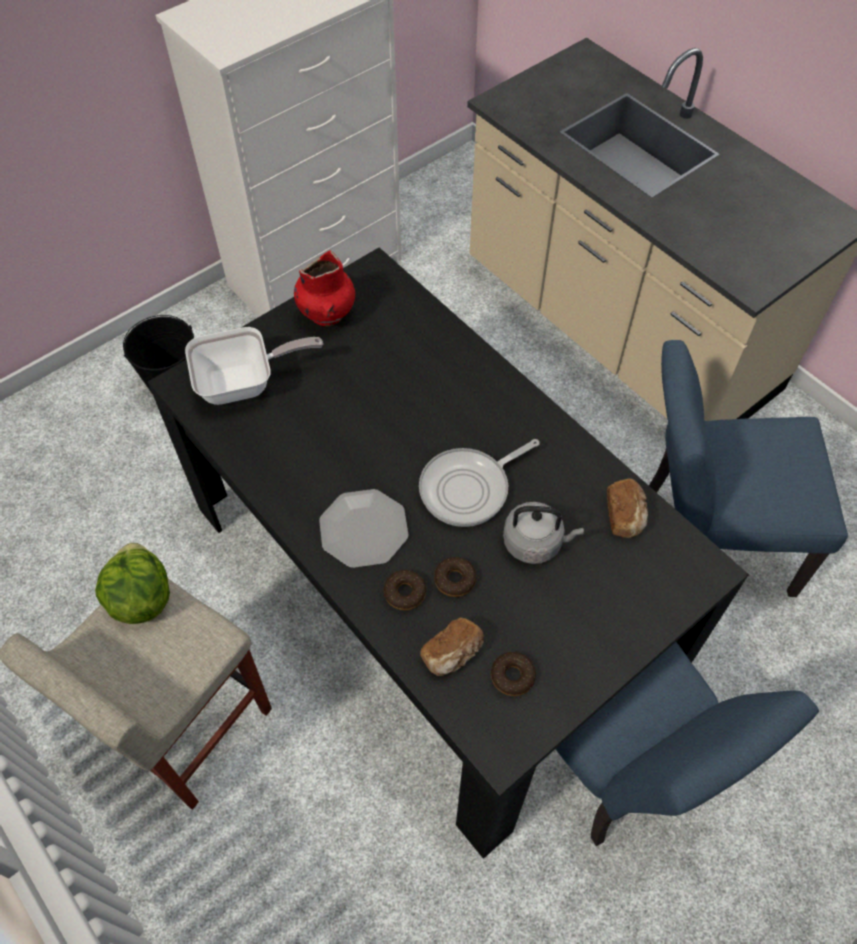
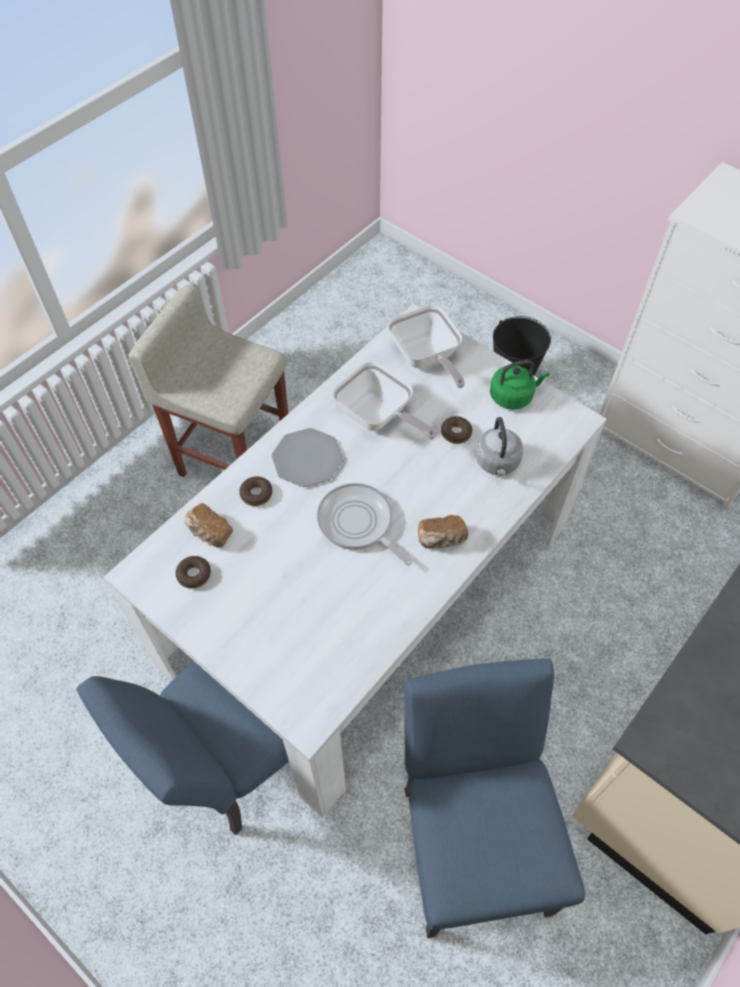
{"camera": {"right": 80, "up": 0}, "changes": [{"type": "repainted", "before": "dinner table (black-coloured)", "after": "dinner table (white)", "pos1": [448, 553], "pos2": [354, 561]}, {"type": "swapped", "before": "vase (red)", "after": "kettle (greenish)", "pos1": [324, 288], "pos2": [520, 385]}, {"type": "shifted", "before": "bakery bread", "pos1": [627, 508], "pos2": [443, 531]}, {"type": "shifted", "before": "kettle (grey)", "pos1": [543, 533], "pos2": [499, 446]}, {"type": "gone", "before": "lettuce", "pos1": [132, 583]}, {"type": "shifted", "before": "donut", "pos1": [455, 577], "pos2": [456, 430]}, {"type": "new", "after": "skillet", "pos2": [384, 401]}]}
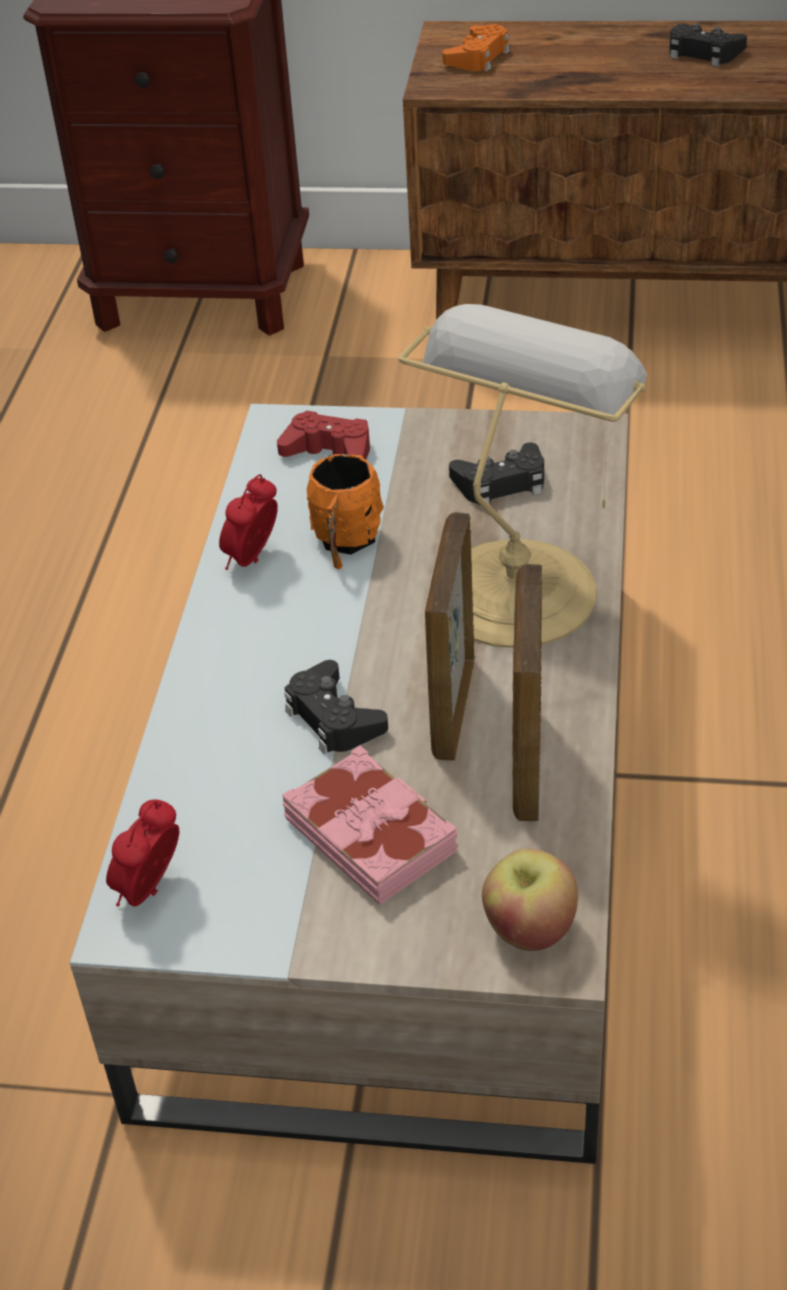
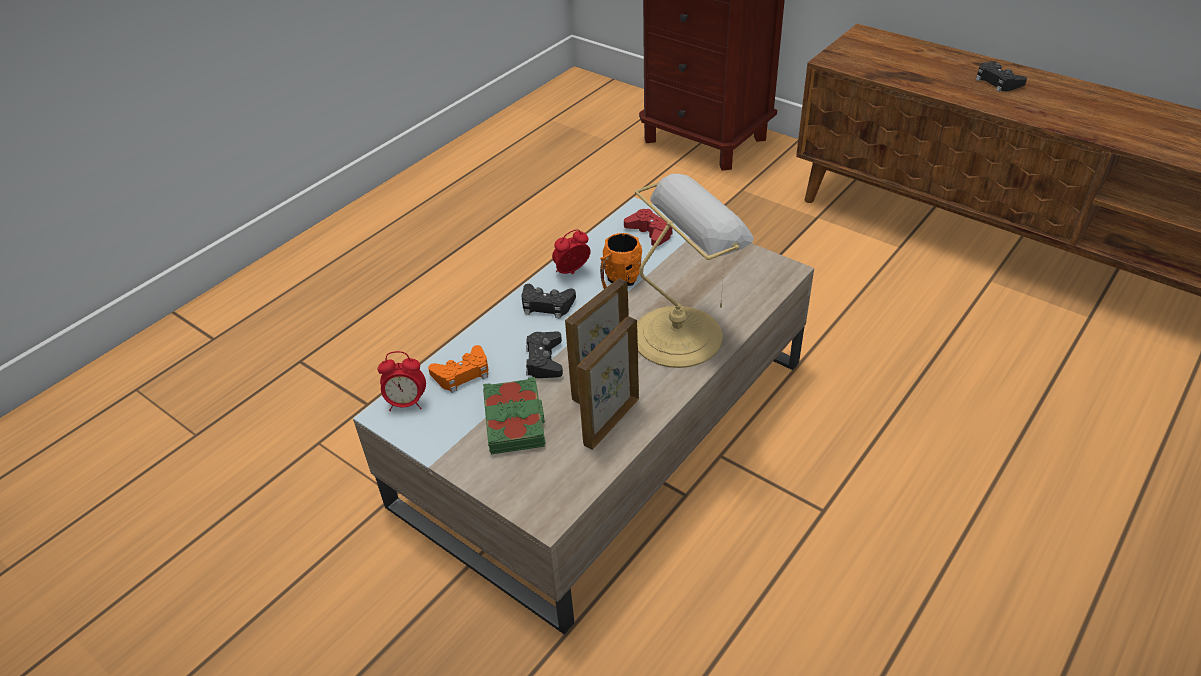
{"camera": {"right": 30, "up": 0}, "changes": [{"type": "shifted", "before": "game controller (orange)", "pos1": [476, 47], "pos2": [458, 369]}, {"type": "shifted", "before": "game controller (black-coloured)", "pos1": [496, 475], "pos2": [548, 301]}, {"type": "repainted", "before": "volume (pink)", "after": "volume (greenish)", "pos1": [370, 825], "pos2": [514, 415]}, {"type": "rotated", "before": "alarm clock", "pos1": [142, 853], "pos2": [402, 381], "turn": -150}, {"type": "gone", "before": "whole apple", "pos1": [530, 900]}]}
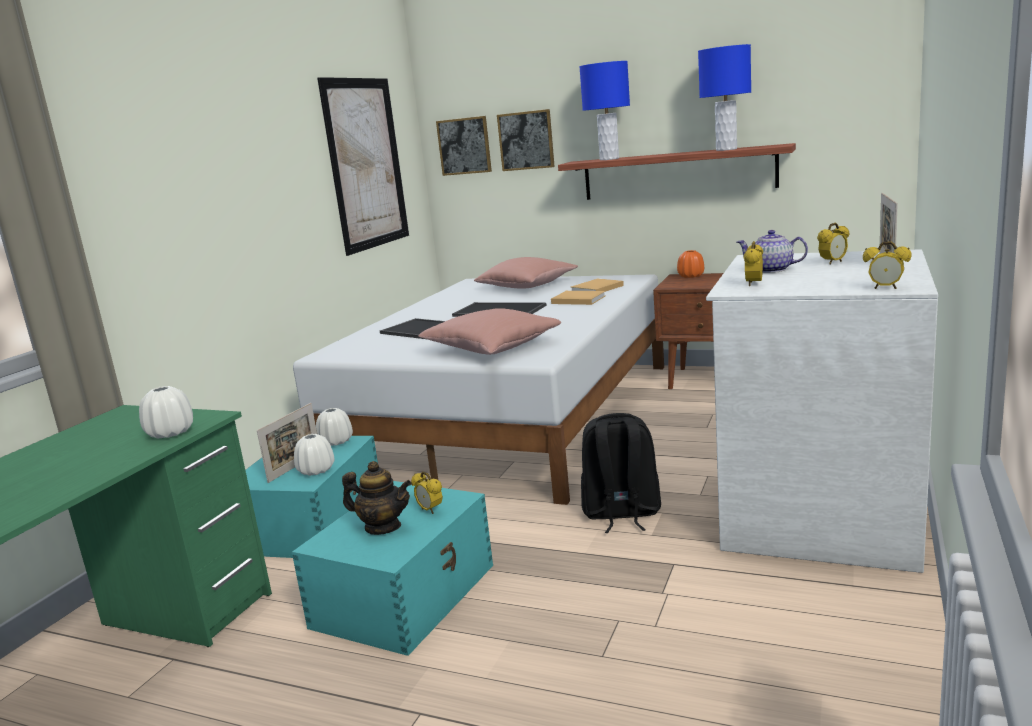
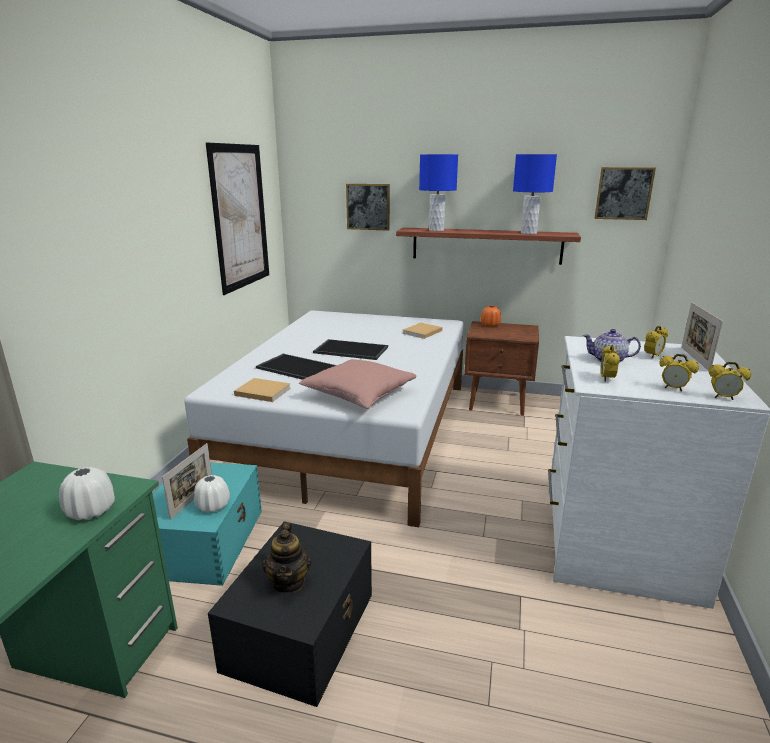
{"camera": {"right": -10, "up": 5}, "changes": [{"type": "shifted", "before": "picture", "pos1": [464, 146], "pos2": [625, 193]}, {"type": "gone", "before": "pillow (pink)", "pos1": [526, 273]}, {"type": "shifted", "before": "volume (beige)", "pos1": [578, 298], "pos2": [262, 390]}, {"type": "gone", "before": "vase (white)", "pos1": [334, 427]}, {"type": "gone", "before": "knapsack (black-coloured)", "pos1": [621, 473]}, {"type": "rotated", "before": "teapot", "pos1": [377, 498], "pos2": [287, 558], "turn": 75}, {"type": "shifted", "before": "alarm clock", "pos1": [427, 493], "pos2": [679, 373]}, {"type": "repainted", "before": "storage container (turquoise)", "after": "storage container (black-coloured)", "pos1": [392, 568], "pos2": [290, 614]}]}
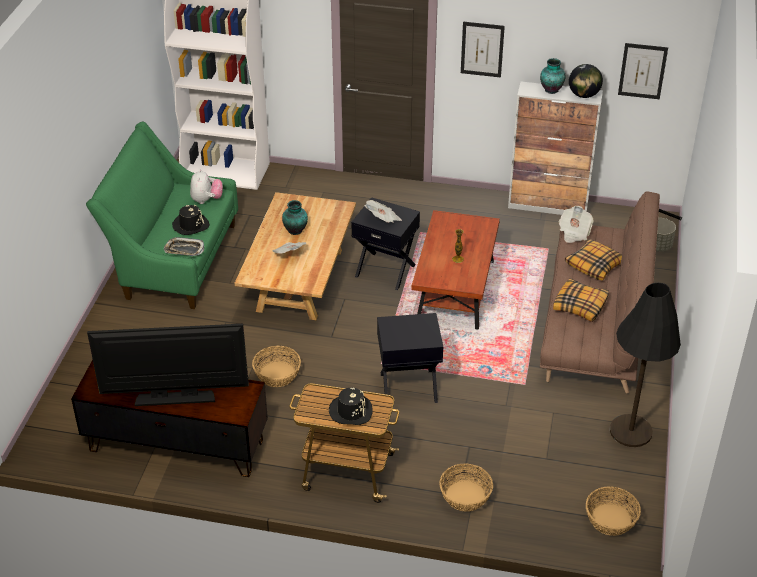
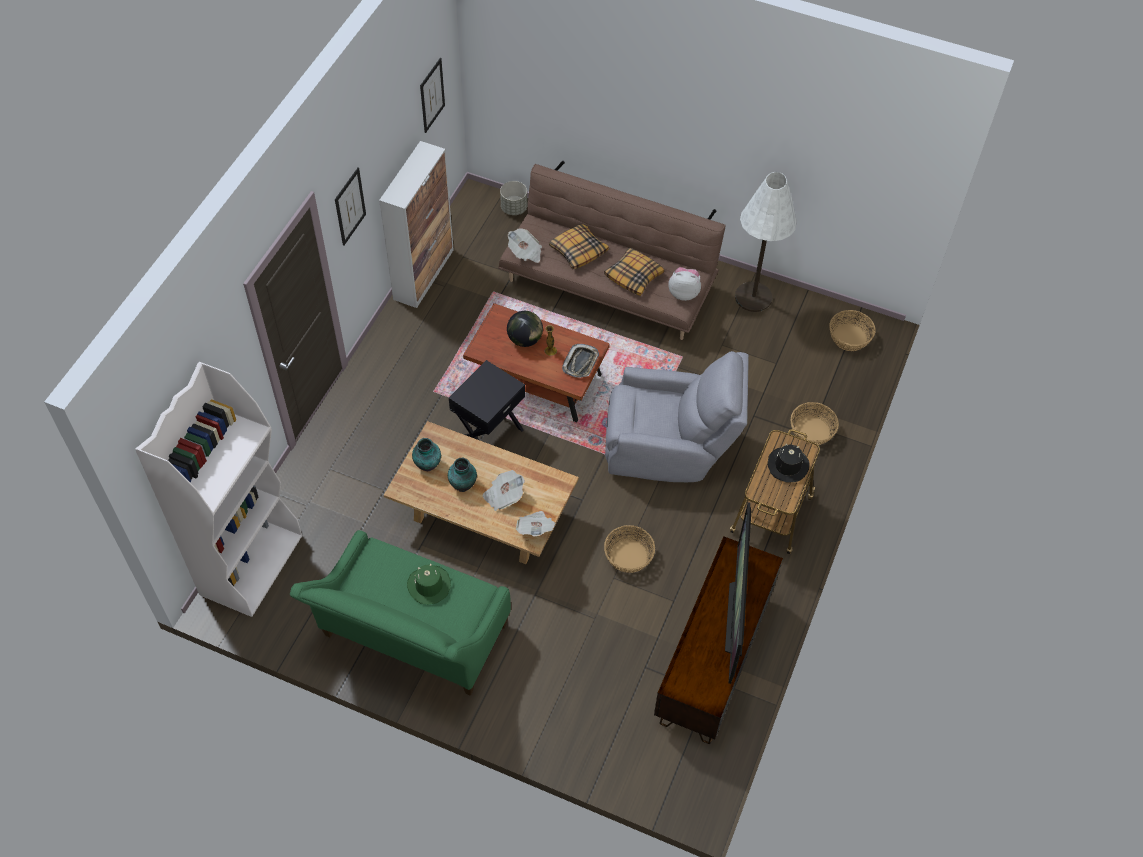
{"camera": {"right": -80, "up": 15}, "changes": [{"type": "shifted", "before": "vase", "pos1": [552, 76], "pos2": [426, 454]}, {"type": "shifted", "before": "globe", "pos1": [586, 81], "pos2": [525, 329]}, {"type": "shifted", "before": "soft toy", "pos1": [206, 186], "pos2": [684, 284]}, {"type": "shifted", "before": "printed paper", "pos1": [383, 211], "pos2": [536, 524]}, {"type": "repainted", "before": "wearable hat (black-coloured)", "after": "wearable hat (greenish)", "pos1": [191, 220], "pos2": [429, 584]}, {"type": "shifted", "before": "tray", "pos1": [184, 246], "pos2": [580, 361]}, {"type": "repainted", "before": "floor lamp (black-coloured)", "after": "floor lamp (white)", "pos1": [645, 365], "pos2": [766, 242]}, {"type": "swapped", "before": "side table (black-coloured)", "after": "easy chair (grey)", "pos1": [410, 358], "pos2": [677, 416]}]}
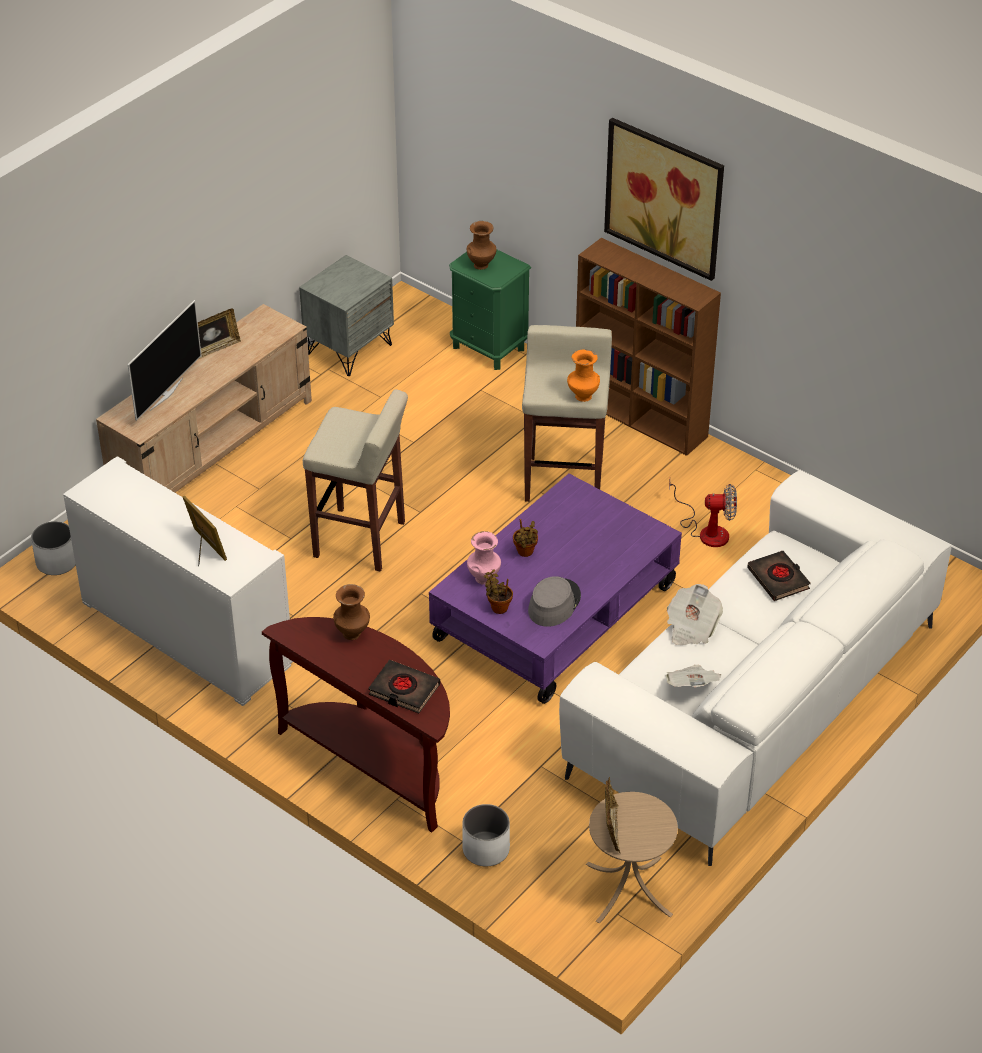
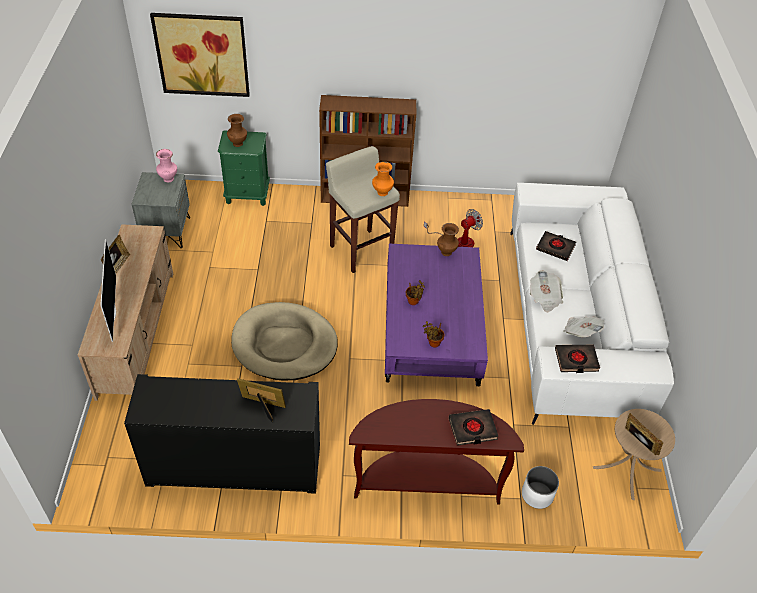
{"camera": {"right": -40, "up": 5}, "changes": [{"type": "shifted", "before": "picture", "pos1": [664, 199], "pos2": [200, 55]}, {"type": "swapped", "before": "stool (beige)", "after": "dog cushion (beige)", "pos1": [355, 480], "pos2": [284, 341]}, {"type": "repainted", "before": "cabinet (white)", "after": "cabinet (black-coloured)", "pos1": [178, 581], "pos2": [222, 434]}, {"type": "gone", "before": "flower pot (white)", "pos1": [53, 548]}, {"type": "shifted", "before": "vase (pink)", "pos1": [484, 558], "pos2": [166, 165]}, {"type": "gone", "before": "wearable hat (grey)", "pos1": [554, 601]}, {"type": "shifted", "before": "vase (brown-coloured)", "pos1": [351, 612], "pos2": [448, 239]}, {"type": "new", "after": "volume (black-coloured)", "pos2": [577, 359]}]}
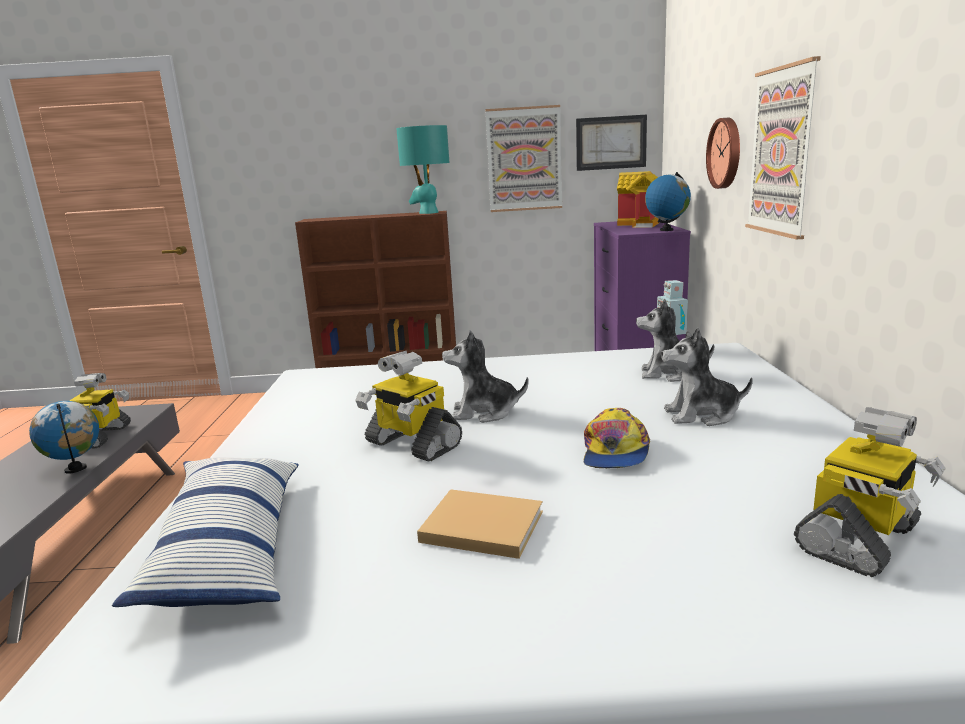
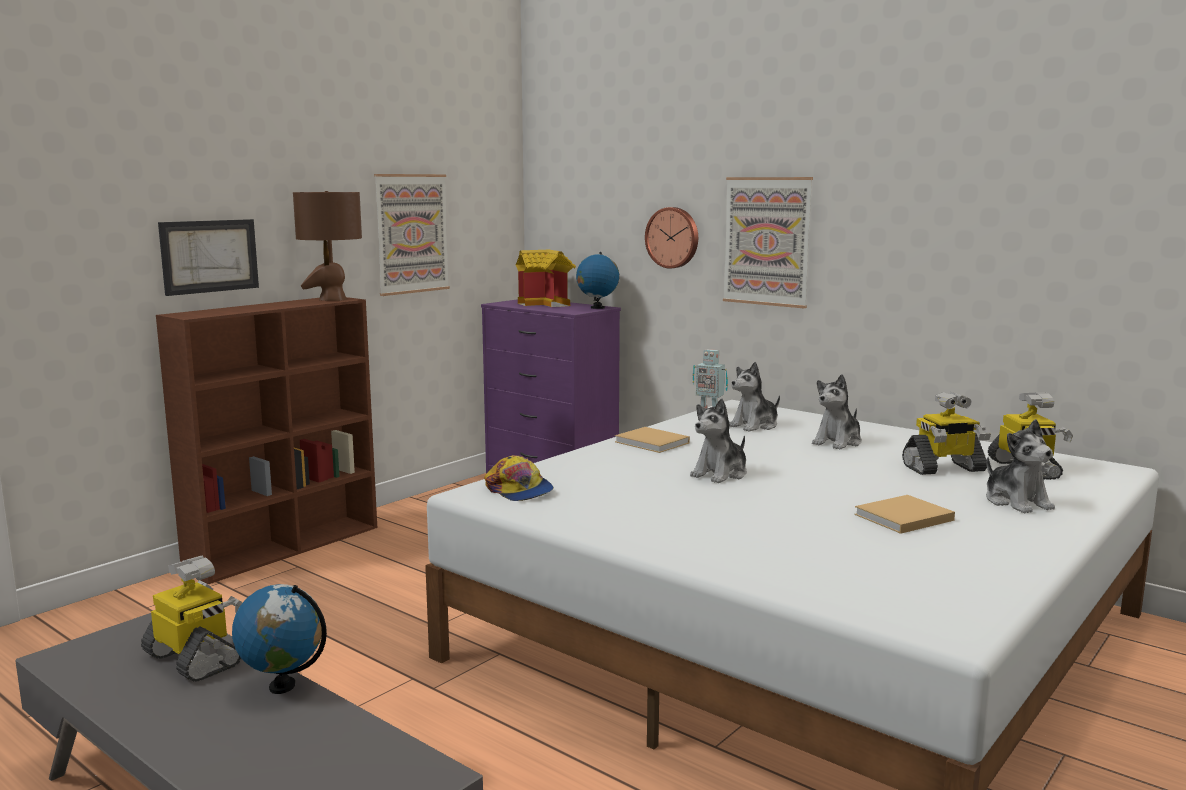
{"camera": {"right": -50, "up": -5}, "changes": [{"type": "shifted", "before": "picture", "pos1": [611, 143], "pos2": [208, 257]}, {"type": "repainted", "before": "table lamp (turquoise)", "after": "table lamp (brown-coloured)", "pos1": [422, 169], "pos2": [327, 246]}, {"type": "shifted", "before": "toy robot", "pos1": [408, 406], "pos2": [946, 433]}, {"type": "shifted", "before": "cap", "pos1": [617, 438], "pos2": [519, 478]}, {"type": "gone", "before": "pillow", "pos1": [205, 532]}, {"type": "new", "after": "soft toy", "pos2": [1020, 466]}, {"type": "new", "after": "volume (beige)", "pos2": [652, 440]}]}
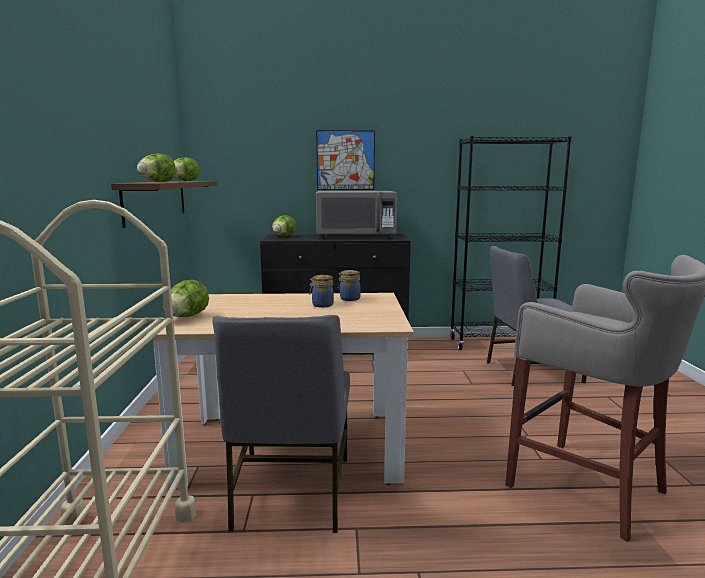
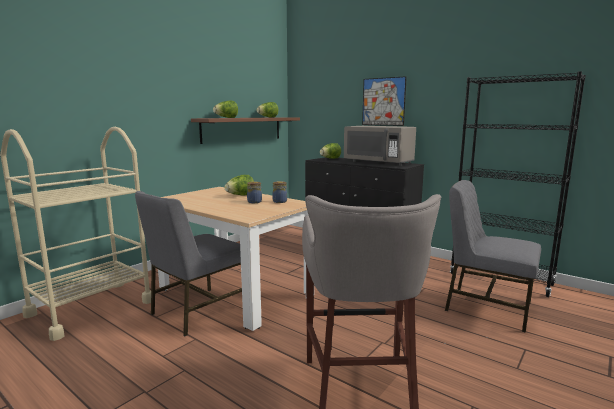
{"camera": {"right": 40, "up": 0}, "changes": [{"type": "shifted", "before": "lettuce", "pos1": [186, 298], "pos2": [239, 185]}]}
